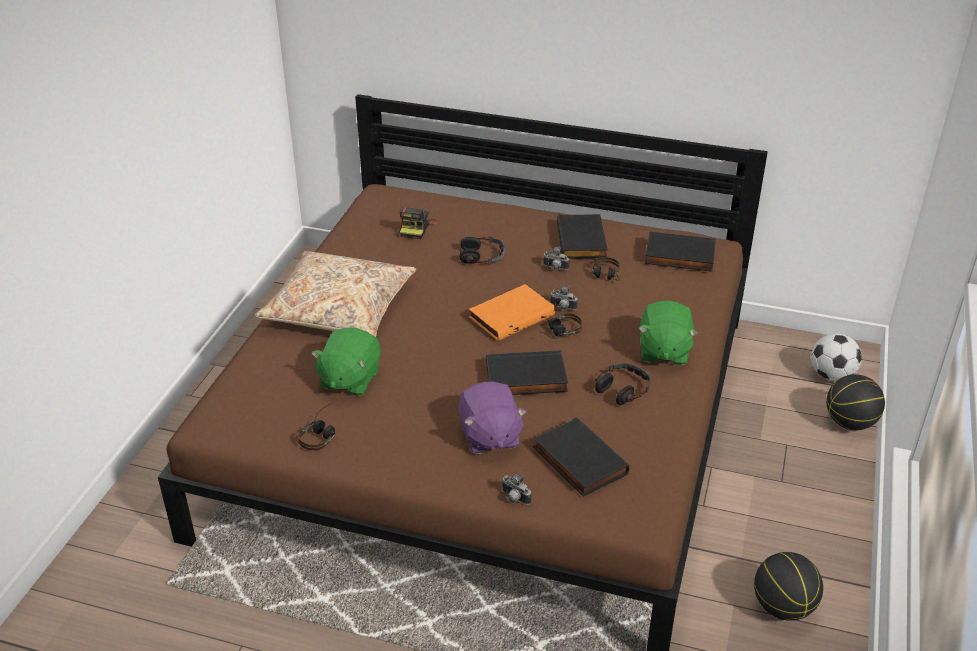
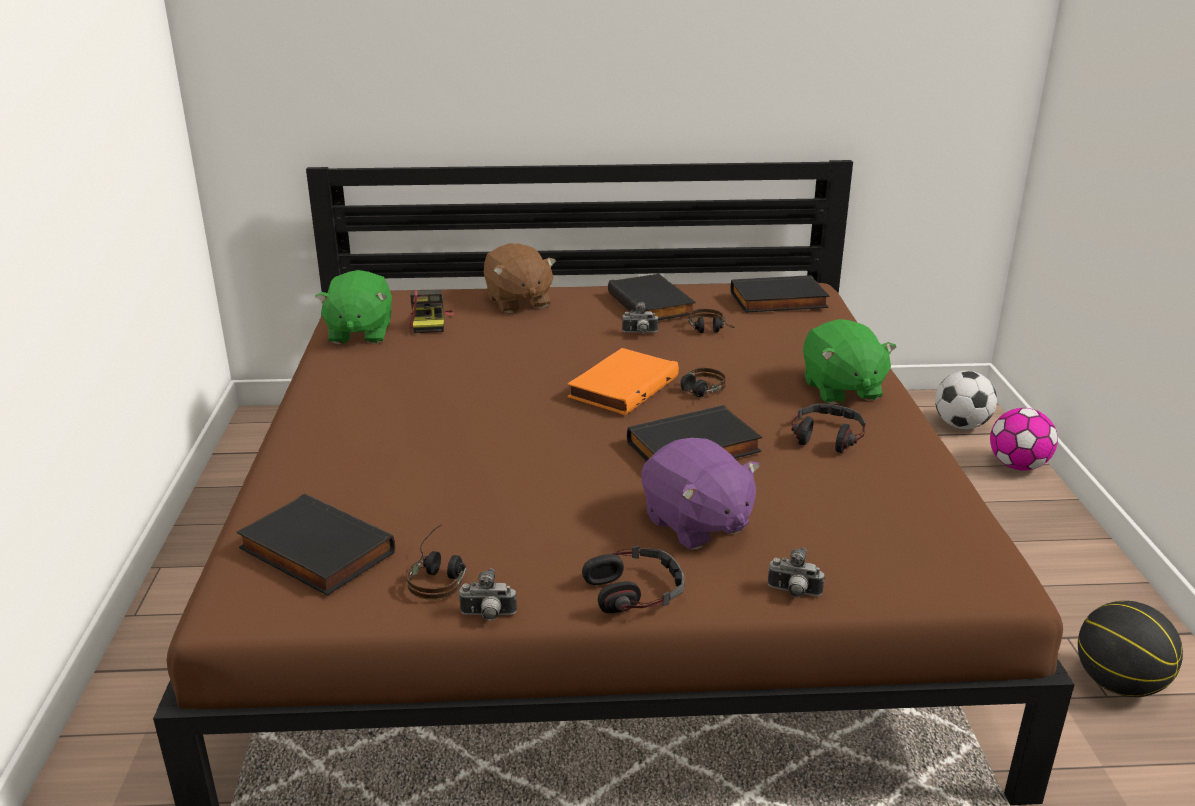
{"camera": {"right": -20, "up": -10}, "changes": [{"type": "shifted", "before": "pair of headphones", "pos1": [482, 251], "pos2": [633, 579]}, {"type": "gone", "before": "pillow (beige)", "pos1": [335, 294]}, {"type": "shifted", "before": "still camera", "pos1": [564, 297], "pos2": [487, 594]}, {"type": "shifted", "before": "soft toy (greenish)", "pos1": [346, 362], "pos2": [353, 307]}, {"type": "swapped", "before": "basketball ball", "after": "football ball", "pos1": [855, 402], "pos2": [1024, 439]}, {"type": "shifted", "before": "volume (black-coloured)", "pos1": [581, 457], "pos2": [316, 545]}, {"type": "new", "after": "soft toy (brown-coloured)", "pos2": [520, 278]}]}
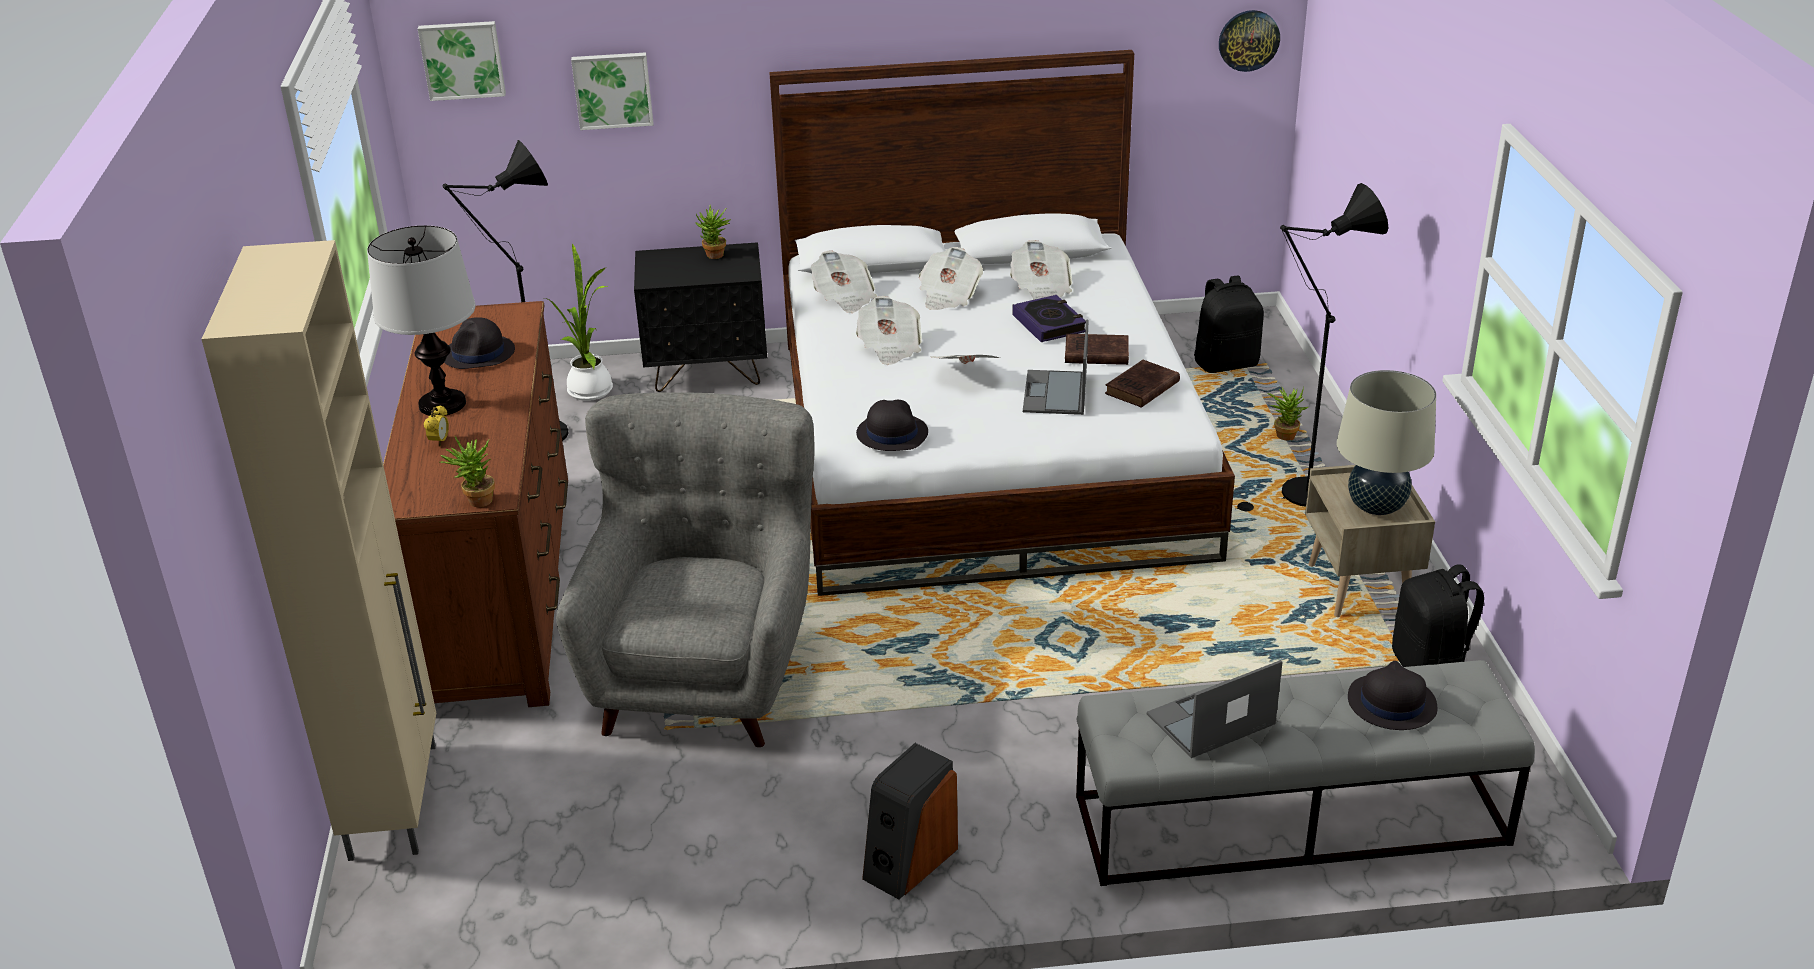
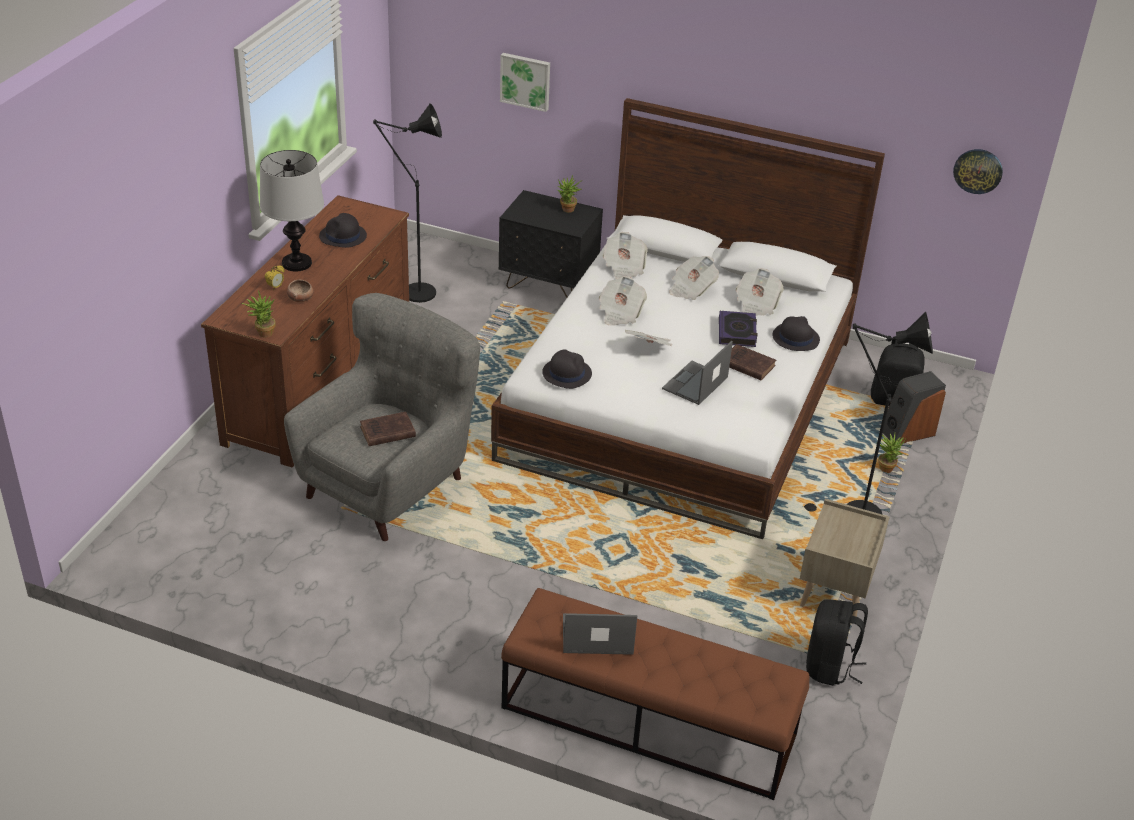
{"camera": {"right": 25, "up": 5}, "changes": [{"type": "gone", "before": "picture", "pos1": [462, 61]}, {"type": "gone", "before": "cabinet (beige)", "pos1": [319, 550]}, {"type": "gone", "before": "houseplant", "pos1": [579, 322]}, {"type": "shifted", "before": "volume (brown-coloured)", "pos1": [1142, 384], "pos2": [388, 429]}, {"type": "gone", "before": "table lamp (beige)", "pos1": [1386, 442]}, {"type": "repainted", "before": "indoor bench (grey)", "after": "indoor bench (brown-coloured)", "pos1": [1305, 773], "pos2": [655, 694]}, {"type": "shifted", "before": "wearable hat (black-coloured)", "pos1": [1392, 695], "pos2": [796, 333]}, {"type": "shifted", "before": "speaker", "pos1": [910, 821], "pos2": [914, 407]}, {"type": "new", "after": "serving bowl", "pos2": [300, 291]}]}
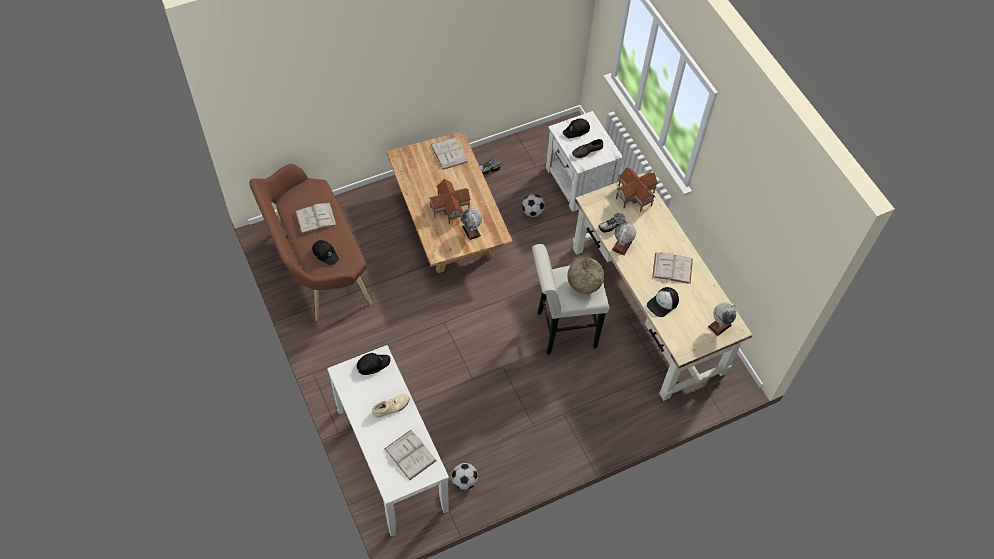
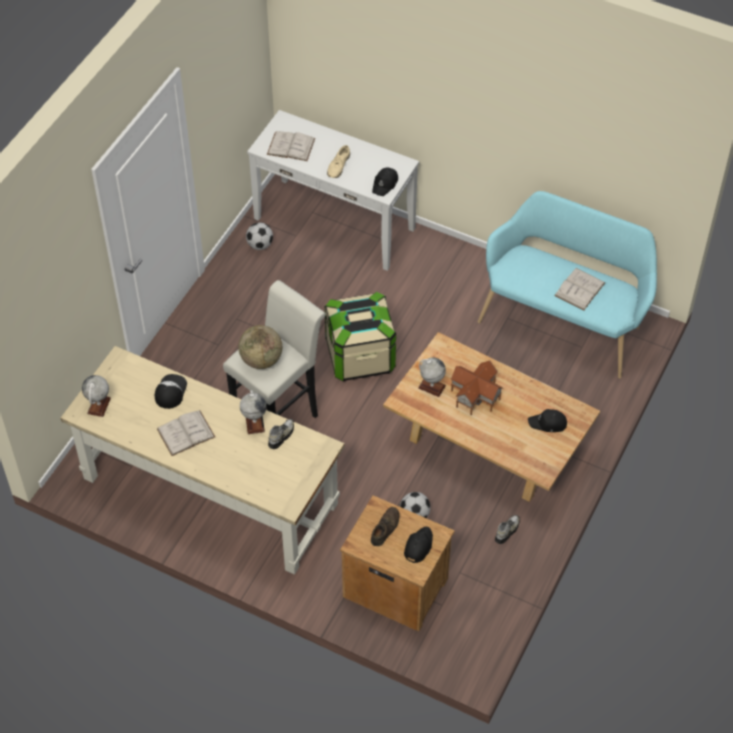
{"camera": {"right": 145, "up": -5}, "changes": [{"type": "repainted", "before": "night table (white)", "after": "night table (brown-coloured)", "pos1": [584, 161], "pos2": [397, 563]}, {"type": "gone", "before": "volume (white)", "pos1": [449, 153]}, {"type": "repainted", "before": "indoor bench (brown-coloured)", "after": "indoor bench (turquoise)", "pos1": [310, 242], "pos2": [567, 285]}, {"type": "gone", "before": "toy house", "pos1": [637, 189]}, {"type": "shifted", "before": "cap (black-coloured)", "pos1": [325, 252], "pos2": [547, 420]}, {"type": "new", "after": "storage container", "pos2": [360, 336]}]}
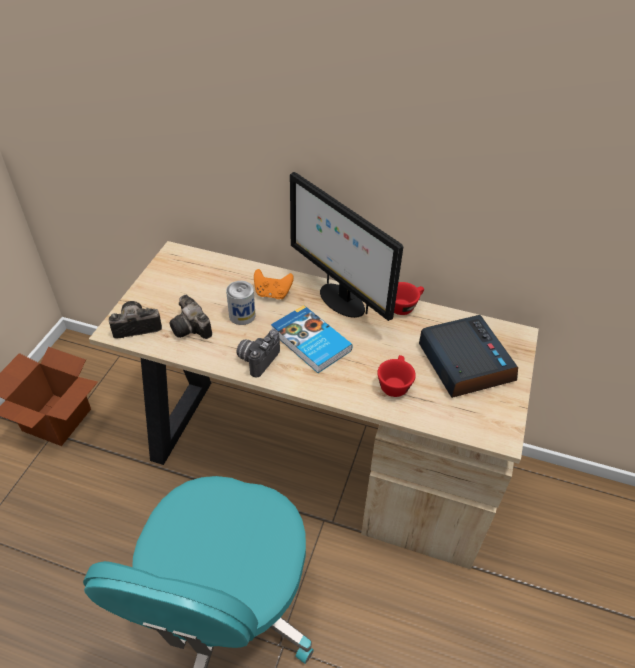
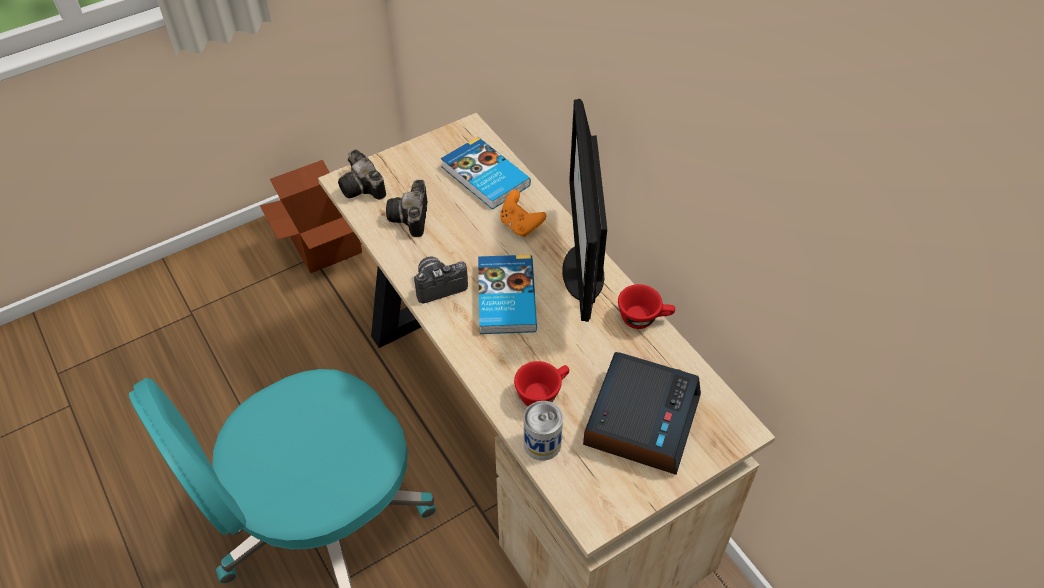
{"camera": {"right": 40, "up": 5}, "changes": [{"type": "shifted", "before": "sealed can", "pos1": [240, 303], "pos2": [543, 431]}, {"type": "rotated", "before": "still camera", "pos1": [135, 319], "pos2": [362, 174], "turn": -150}, {"type": "new", "after": "volume", "pos2": [486, 173]}]}
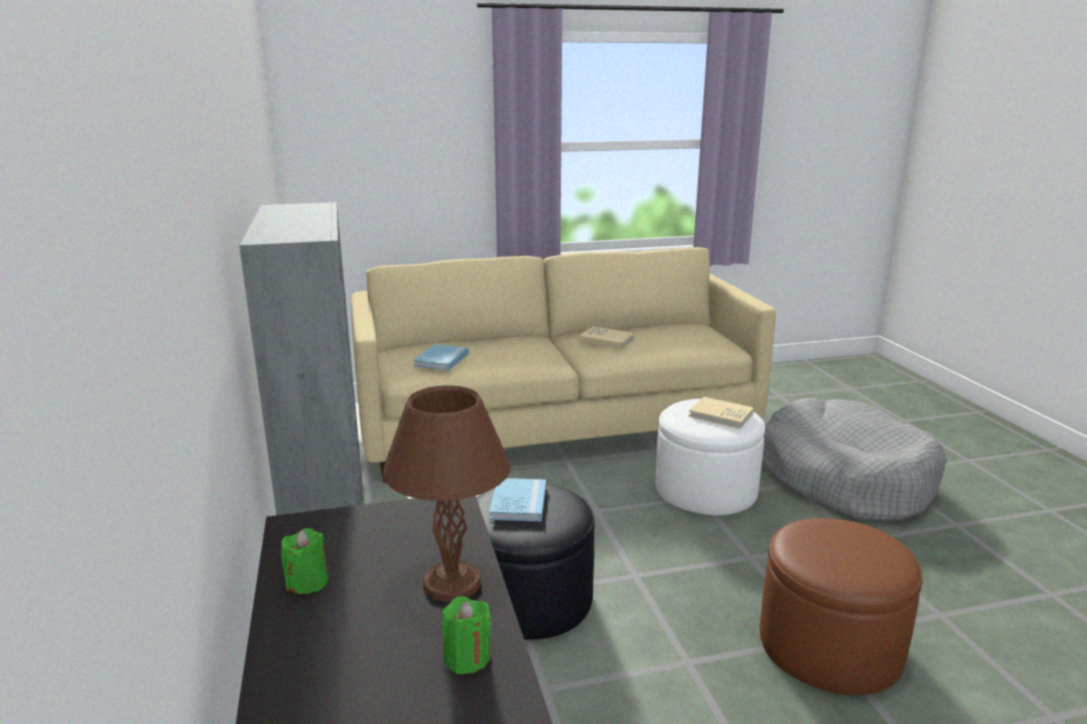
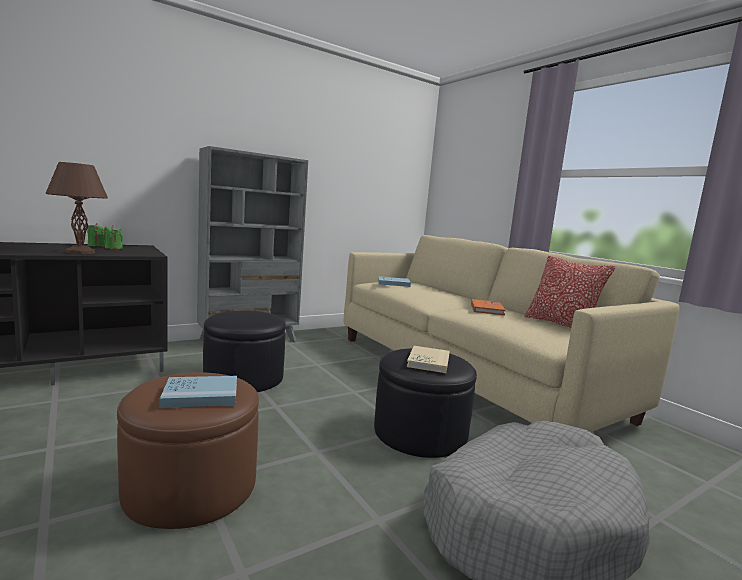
{"camera": {"right": 70, "up": -10}, "changes": [{"type": "repainted", "before": "volume (beige)", "after": "volume (orange)", "pos1": [606, 338], "pos2": [488, 307]}, {"type": "repainted", "before": "pouffe (white)", "after": "pouffe (black-coloured)", "pos1": [710, 457], "pos2": [425, 403]}, {"type": "shifted", "before": "volume (bluish)", "pos1": [517, 500], "pos2": [198, 392]}, {"type": "shifted", "before": "wax light (greenish)", "pos1": [466, 635], "pos2": [114, 237]}, {"type": "new", "after": "pillow", "pos2": [570, 292]}]}
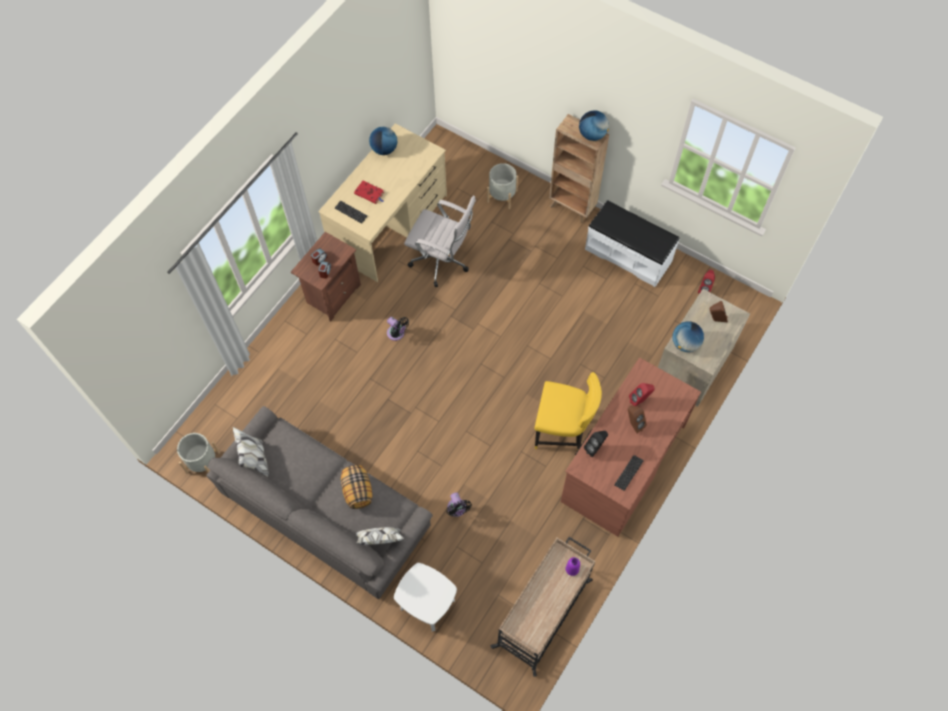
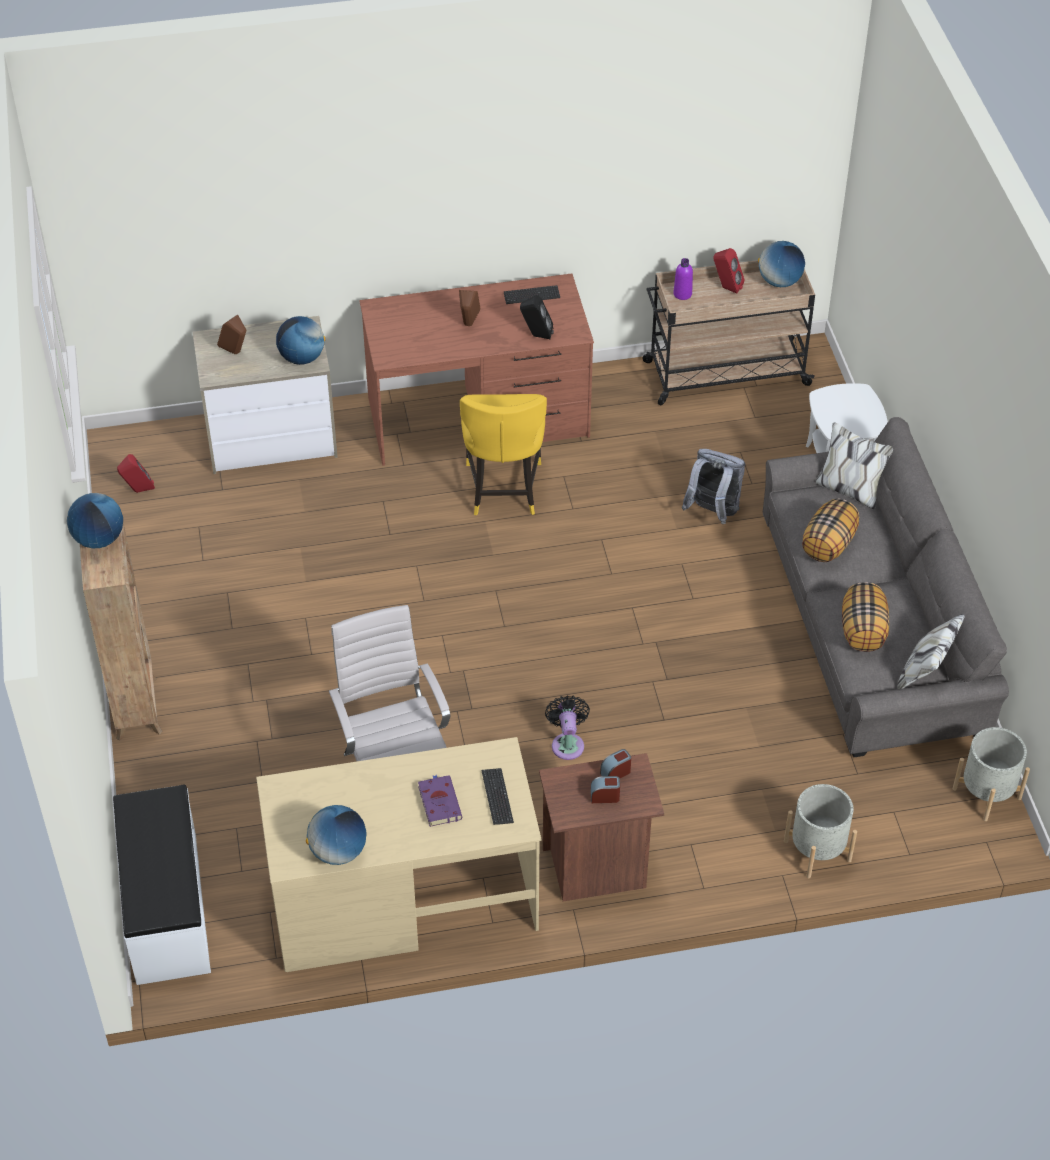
{"camera": {"right": -135, "up": -15}, "changes": [{"type": "shifted", "before": "flower pot (grey)", "pos1": [502, 186], "pos2": [820, 831]}, {"type": "repainted", "before": "volume (red)", "after": "volume (purplish)", "pos1": [369, 192], "pos2": [440, 801]}, {"type": "shifted", "before": "indoor bench (white)", "pos1": [632, 243], "pos2": [162, 885]}, {"type": "rotated", "before": "upright chair (yellowish)", "pos1": [568, 410], "pos2": [503, 455], "turn": -150}, {"type": "shifted", "before": "speaker (red)", "pos1": [642, 394], "pos2": [728, 271]}, {"type": "swapped", "before": "cooling fan (black-coloured)", "after": "knapsack (grey)", "pos1": [459, 504], "pos2": [713, 486]}, {"type": "new", "after": "globe", "pos2": [781, 264]}, {"type": "new", "after": "pillow", "pos2": [865, 617]}]}
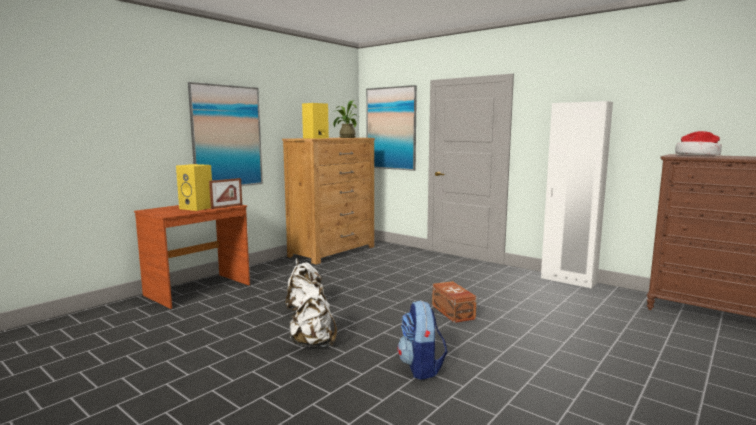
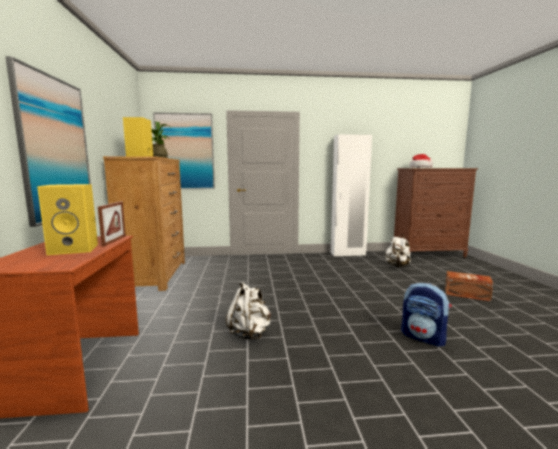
{"camera": {"right": -45, "up": 0}, "changes": [{"type": "shifted", "before": "storage container (brown-coloured)", "pos1": [454, 302], "pos2": [469, 286]}, {"type": "shifted", "before": "knapsack (white)", "pos1": [313, 316], "pos2": [398, 250]}]}
